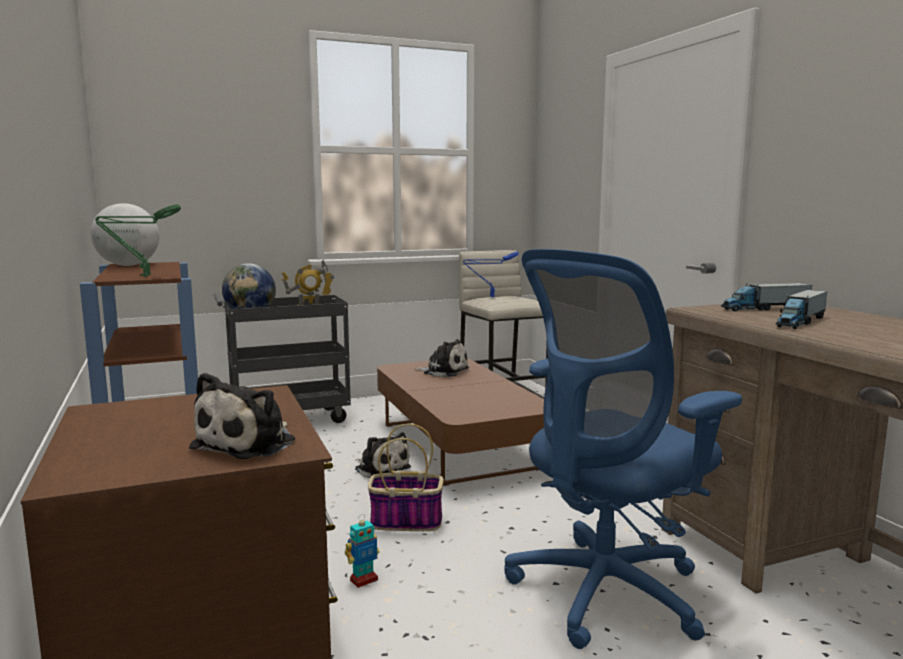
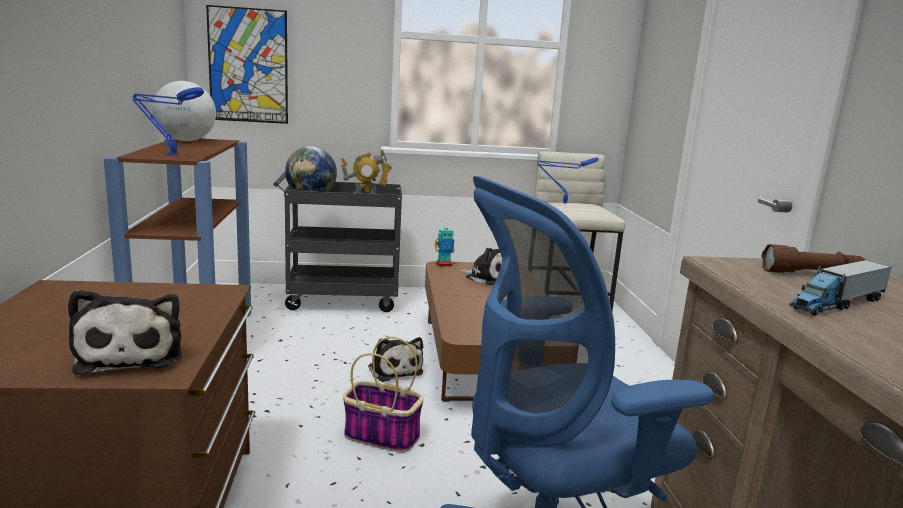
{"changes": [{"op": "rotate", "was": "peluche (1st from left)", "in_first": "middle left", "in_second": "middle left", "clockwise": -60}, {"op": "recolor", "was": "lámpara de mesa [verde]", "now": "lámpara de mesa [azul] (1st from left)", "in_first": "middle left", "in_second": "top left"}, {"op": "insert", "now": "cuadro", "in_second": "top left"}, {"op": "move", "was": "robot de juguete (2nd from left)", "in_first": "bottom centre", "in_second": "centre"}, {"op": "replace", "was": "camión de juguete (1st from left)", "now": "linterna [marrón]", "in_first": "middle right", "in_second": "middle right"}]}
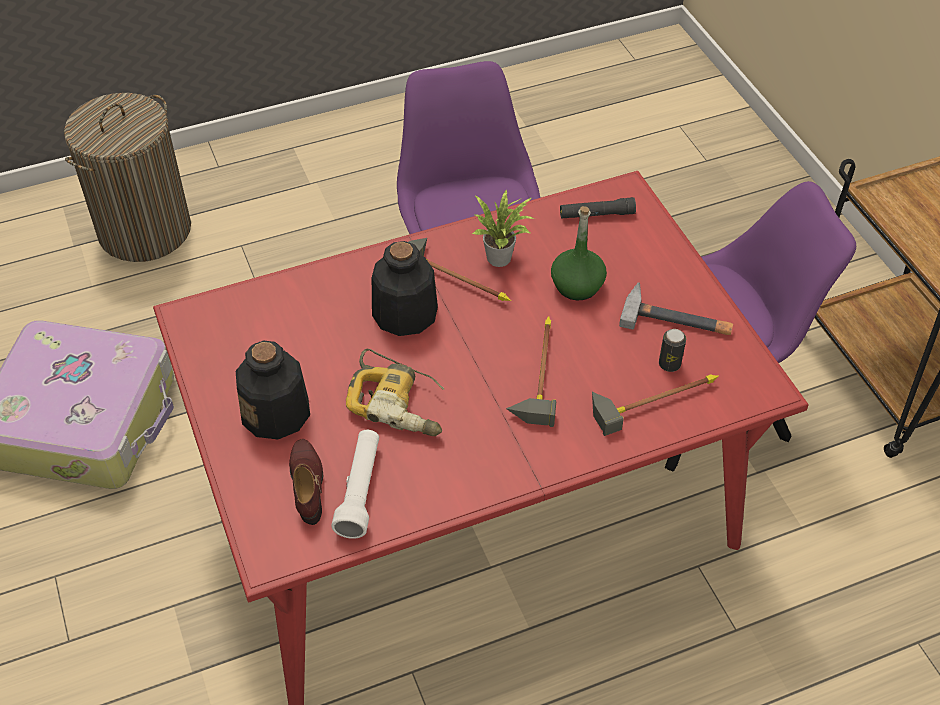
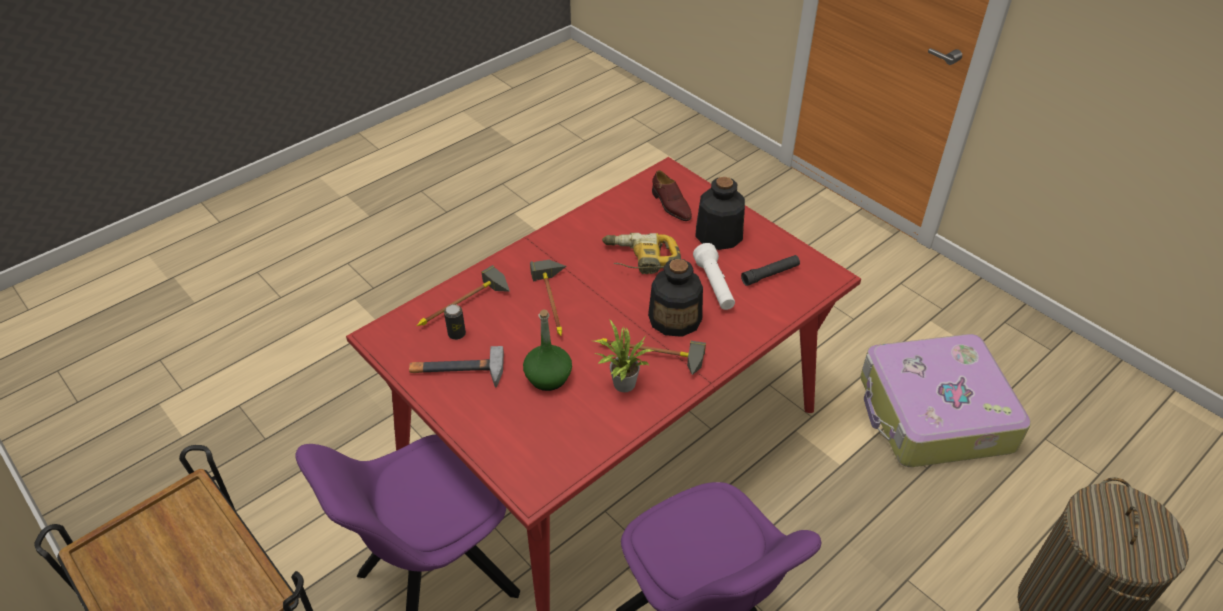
{"changes": [{"op": "move", "was": "linterna [blanco]", "in_first": "bottom centre", "in_second": "centre"}, {"op": "move", "was": "linterna [negro]", "in_first": "top centre", "in_second": "centre"}]}
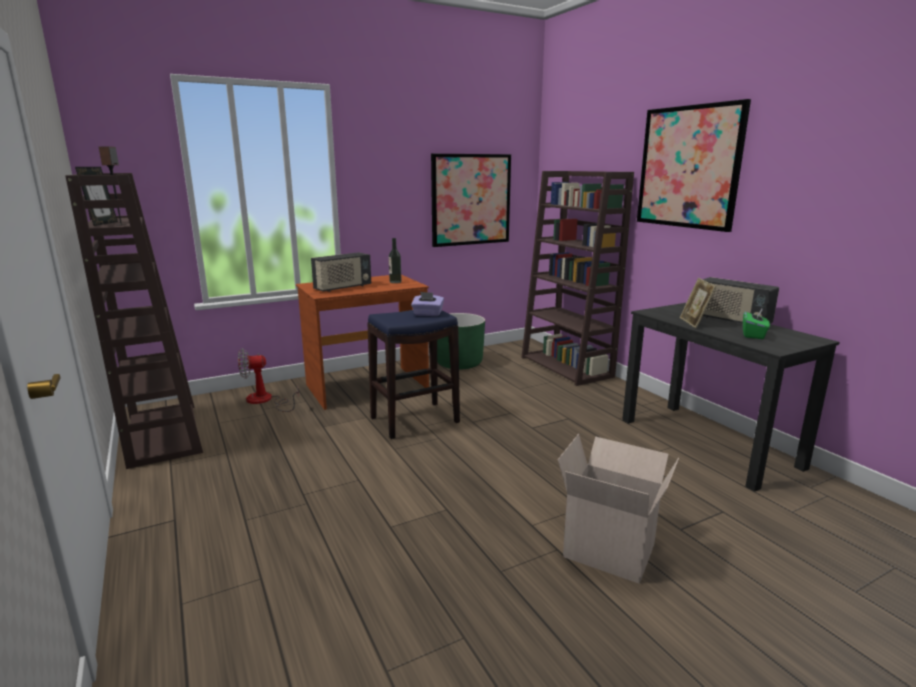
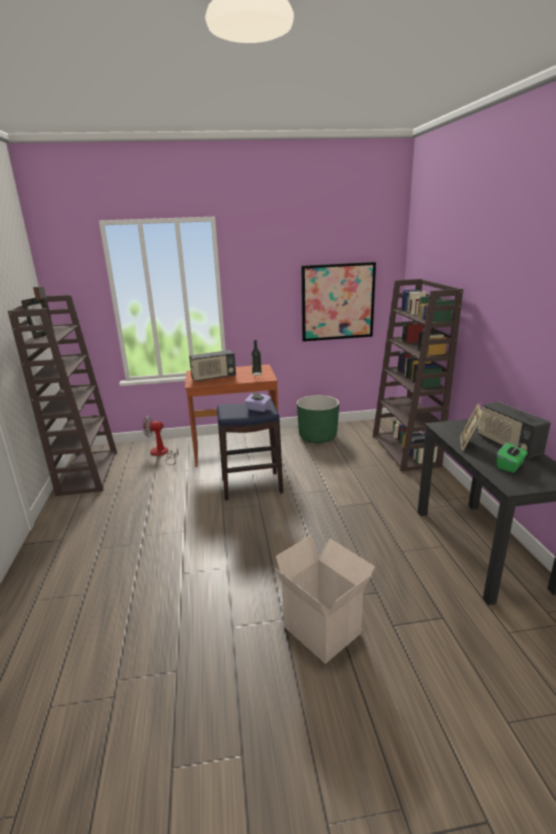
{"changes": [{"op": "delete", "was": "cuadro (2nd from left)", "in_first": "top right"}]}
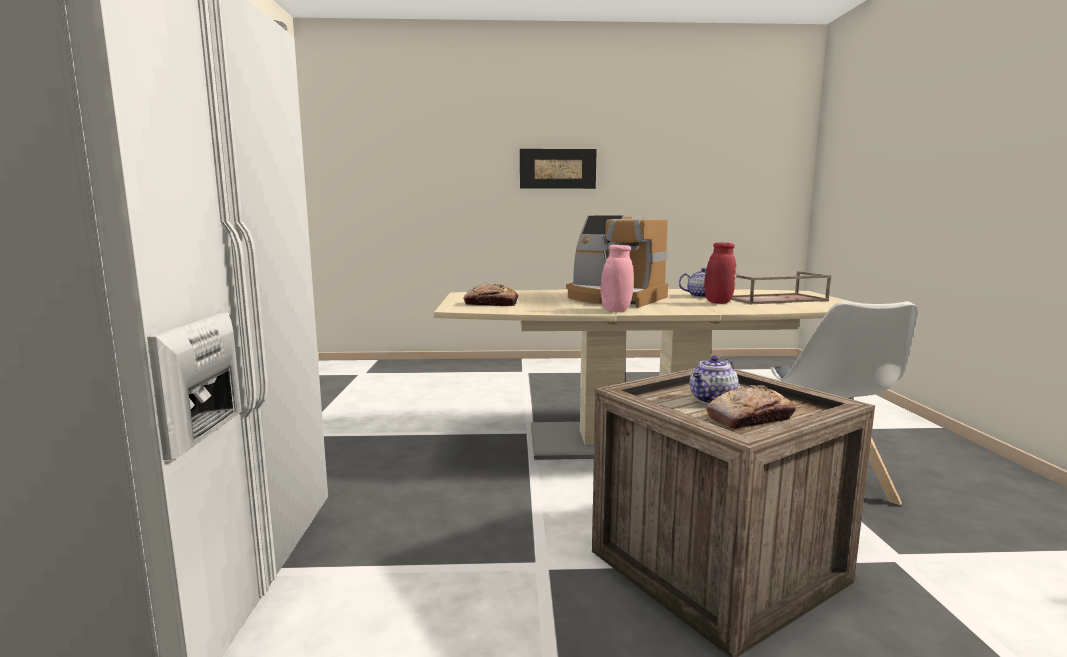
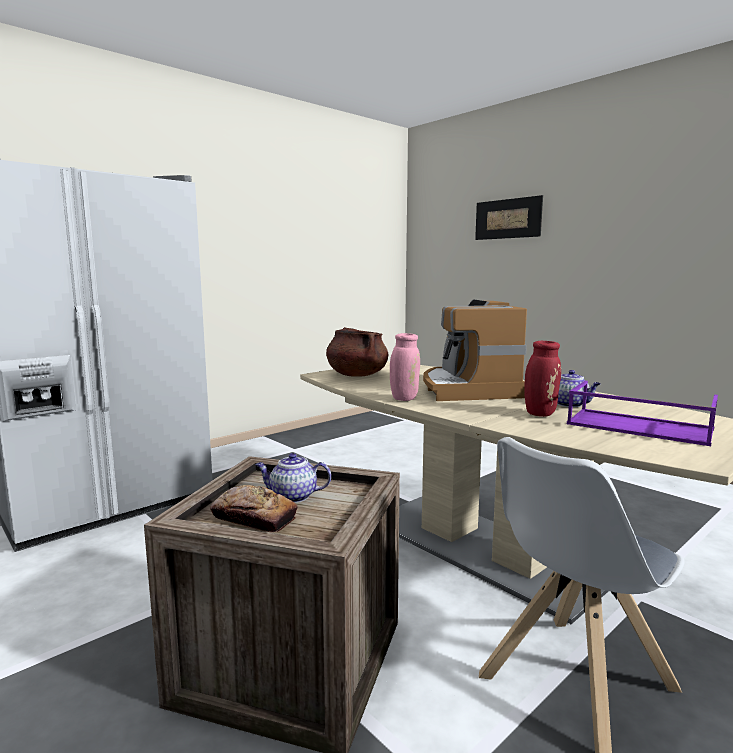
{"changes": [{"op": "replace", "was": "pan (1st from left)", "now": "olla [marrón]", "in_first": "centre", "in_second": "centre"}, {"op": "move", "was": "cuadro", "in_first": "top centre", "in_second": "top right"}, {"op": "recolor", "was": "bandeja [marrón]", "now": "bandeja [morado]", "in_first": "middle right", "in_second": "middle right"}]}
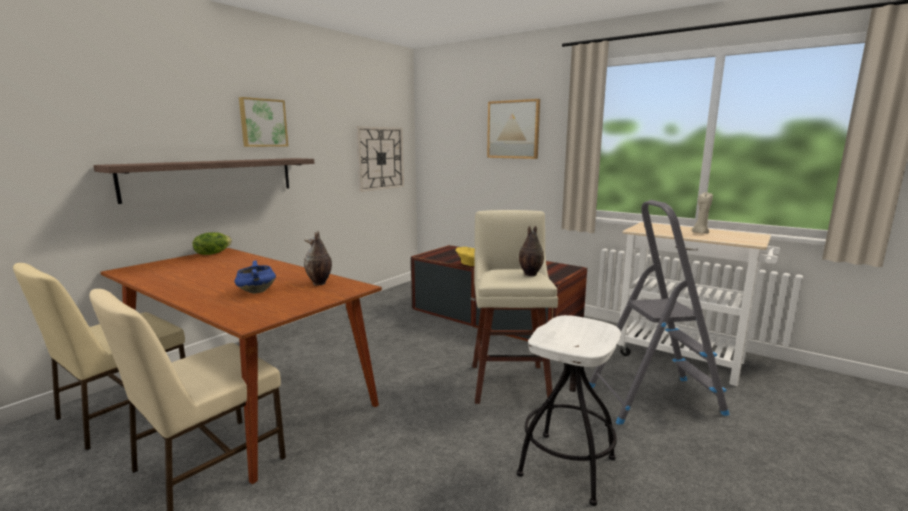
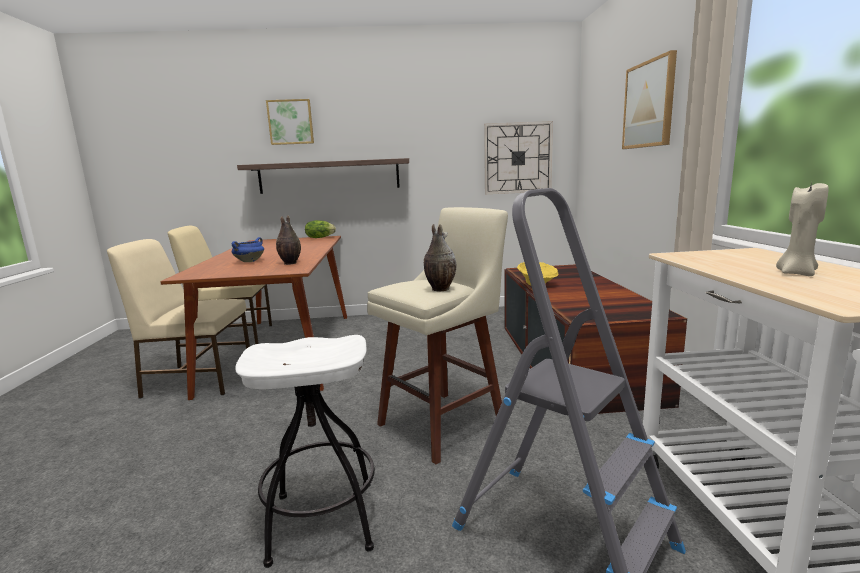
{"changes": [{"op": "move", "was": "cuadro (1st from left)", "in_first": "top left", "in_second": "top centre"}]}
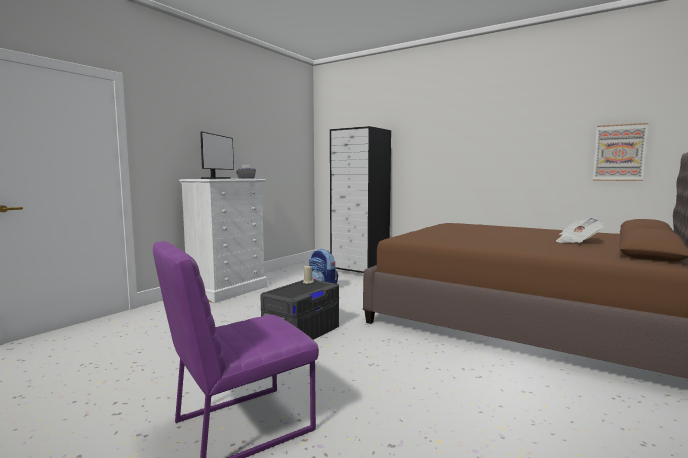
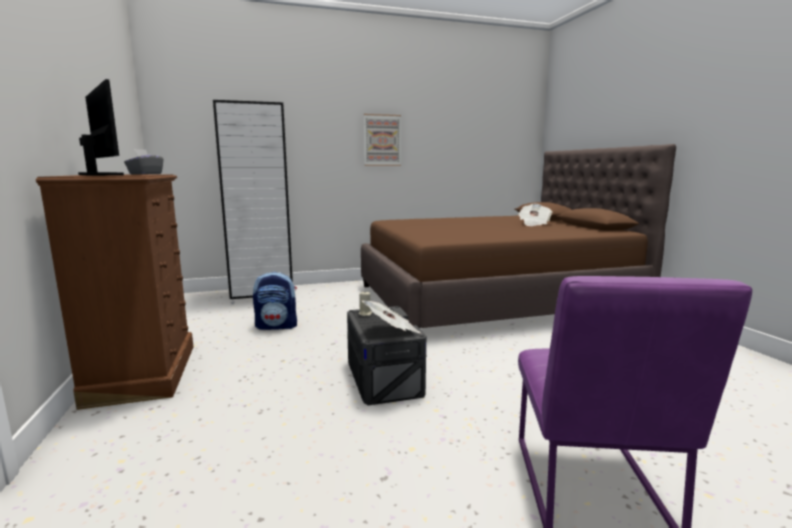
{"changes": [{"op": "recolor", "was": "cómoda [blanco]", "now": "cómoda [marrón]", "in_first": "middle left", "in_second": "middle left"}, {"op": "insert", "now": "periódico (1st from left)", "in_second": "centre"}, {"op": "move", "was": "cuadro", "in_first": "top right", "in_second": "top centre"}]}
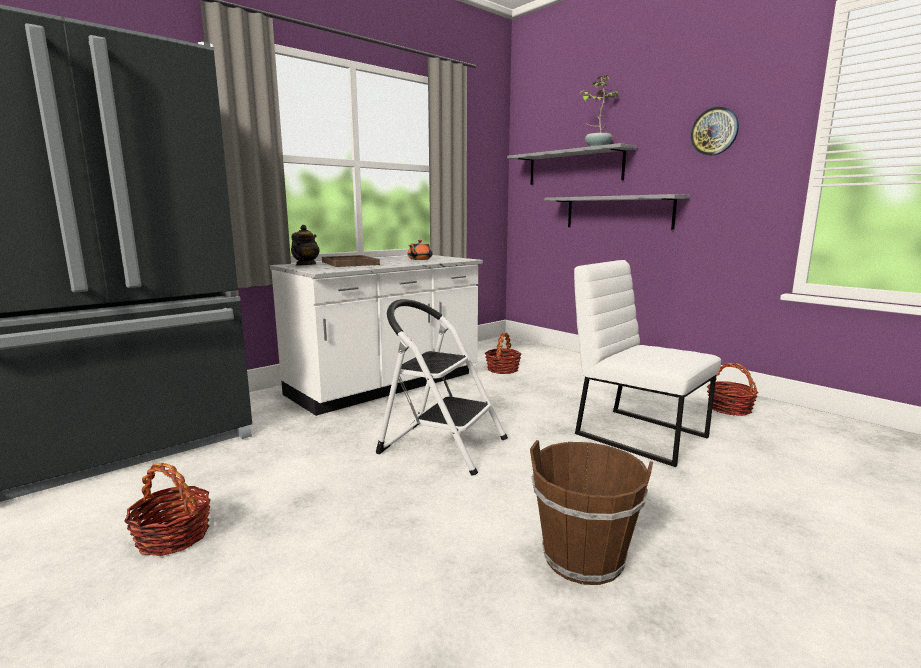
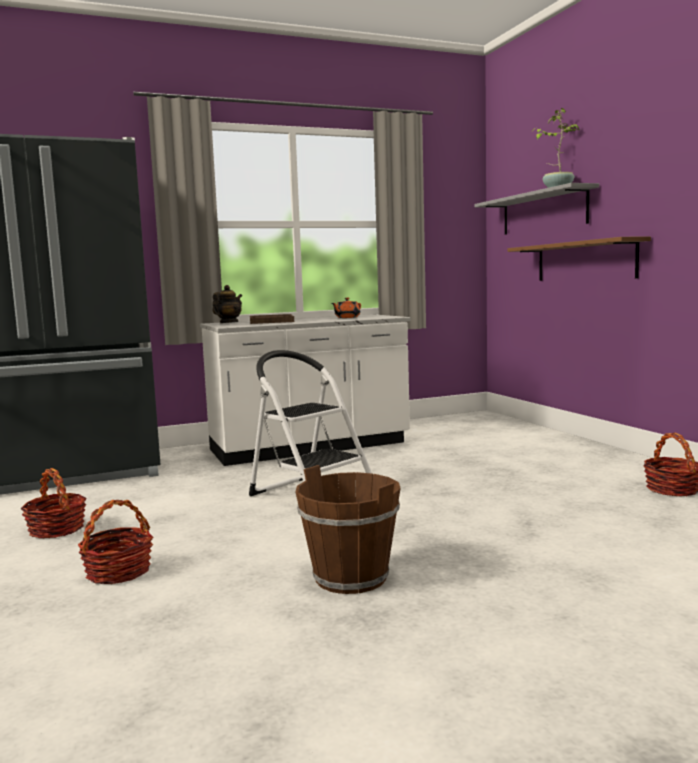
{"changes": [{"op": "move", "was": "cesta (2nd from left)", "in_first": "centre", "in_second": "bottom left"}, {"op": "recolor", "was": "estante [gris] (2nd from left)", "now": "estante [marrón]", "in_first": "top right", "in_second": "middle right"}, {"op": "delete", "was": "silla [blanco]", "in_first": "middle right"}, {"op": "delete", "was": "reloj de pared", "in_first": "top right"}]}
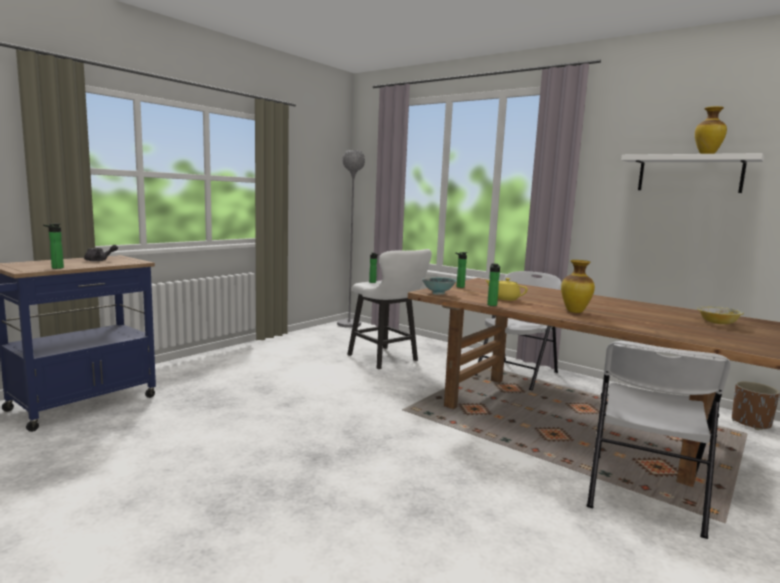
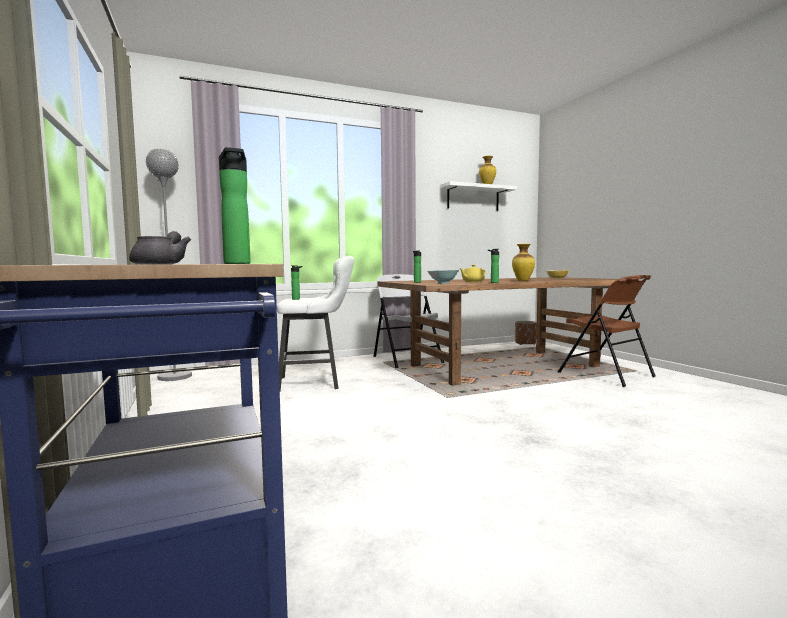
{"changes": [{"op": "recolor", "was": "silla [blanco] (2nd from left)", "now": "silla [marrón]", "in_first": "bottom right", "in_second": "middle right"}]}
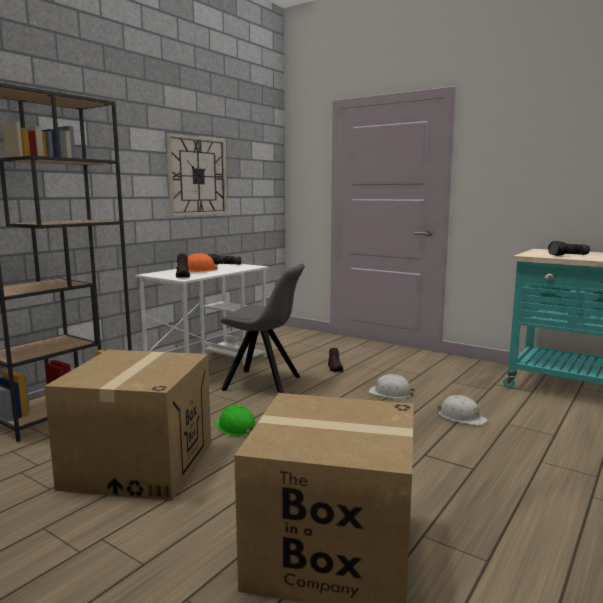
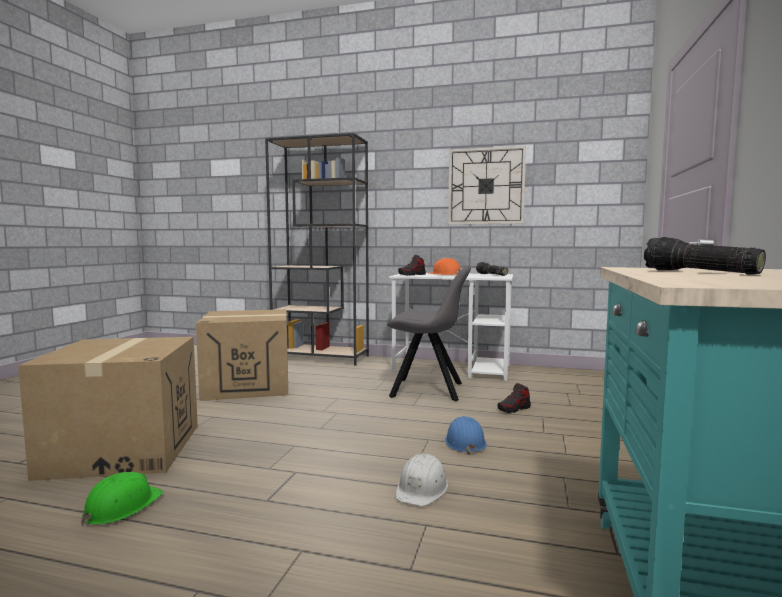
{"changes": [{"op": "move", "was": "casco [verde]", "in_first": "bottom centre", "in_second": "bottom left"}, {"op": "rotate", "was": "silla [gris]", "in_first": "centre", "in_second": "centre", "clockwise": -75}, {"op": "recolor", "was": "casco [blanco] (1st from left)", "now": "casco [azul]", "in_first": "centre", "in_second": "bottom centre"}]}
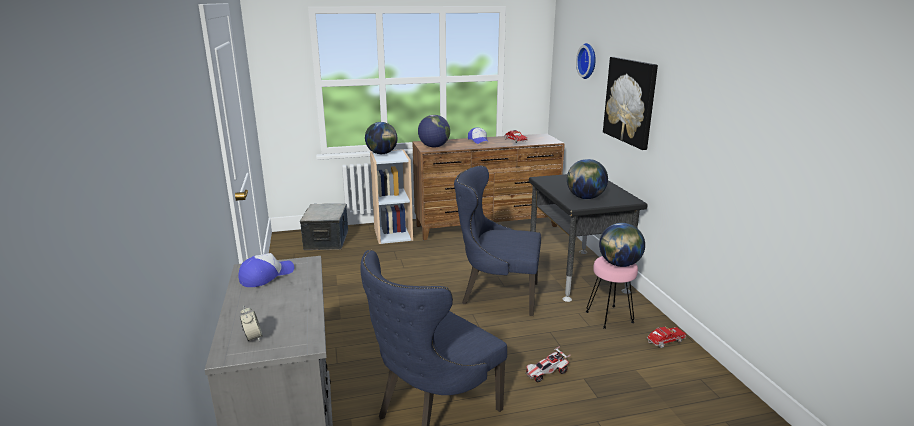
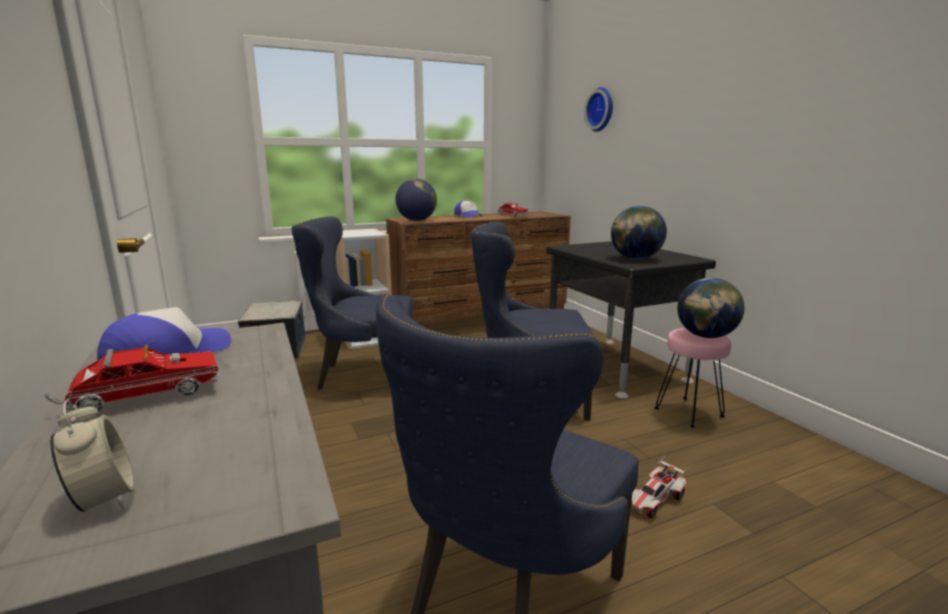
{"changes": [{"op": "move", "was": "camión de juguete (2nd from left in the first image)", "now": "camión de juguete (1st from left)", "in_first": "bottom right", "in_second": "middle left"}, {"op": "insert", "now": "silla [azul] (1st from left)", "in_second": "centre"}, {"op": "delete", "was": "globo terráqueo (1st from left)", "in_first": "top centre"}, {"op": "delete", "was": "cuadro", "in_first": "top right"}]}
